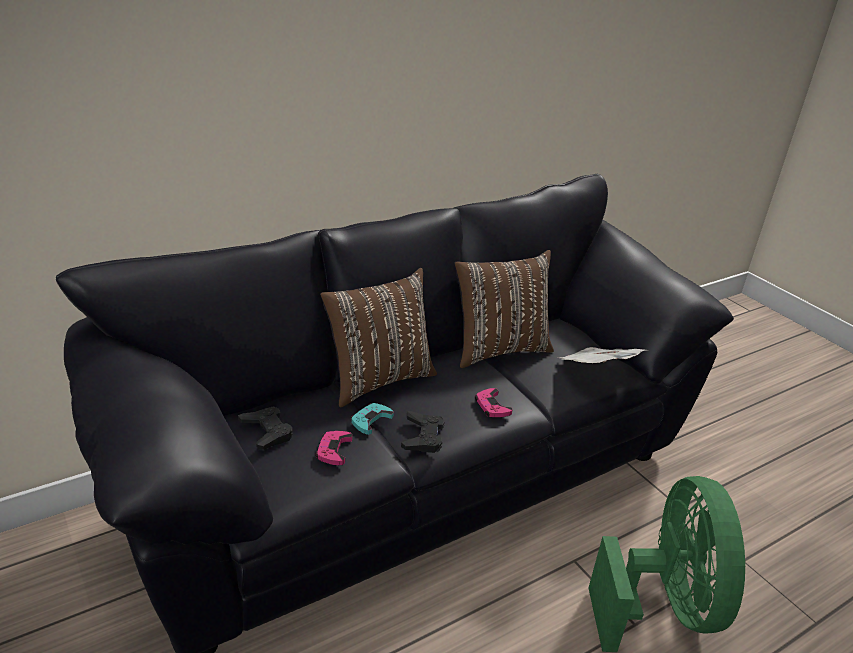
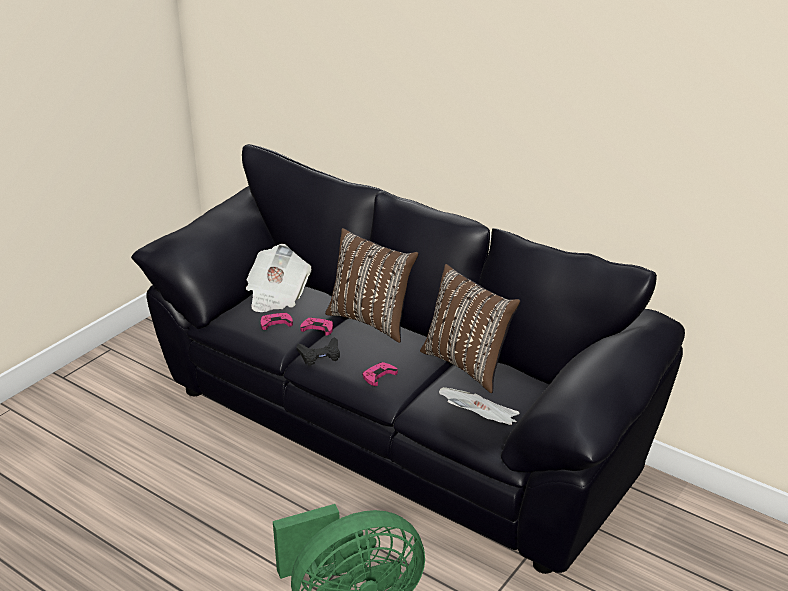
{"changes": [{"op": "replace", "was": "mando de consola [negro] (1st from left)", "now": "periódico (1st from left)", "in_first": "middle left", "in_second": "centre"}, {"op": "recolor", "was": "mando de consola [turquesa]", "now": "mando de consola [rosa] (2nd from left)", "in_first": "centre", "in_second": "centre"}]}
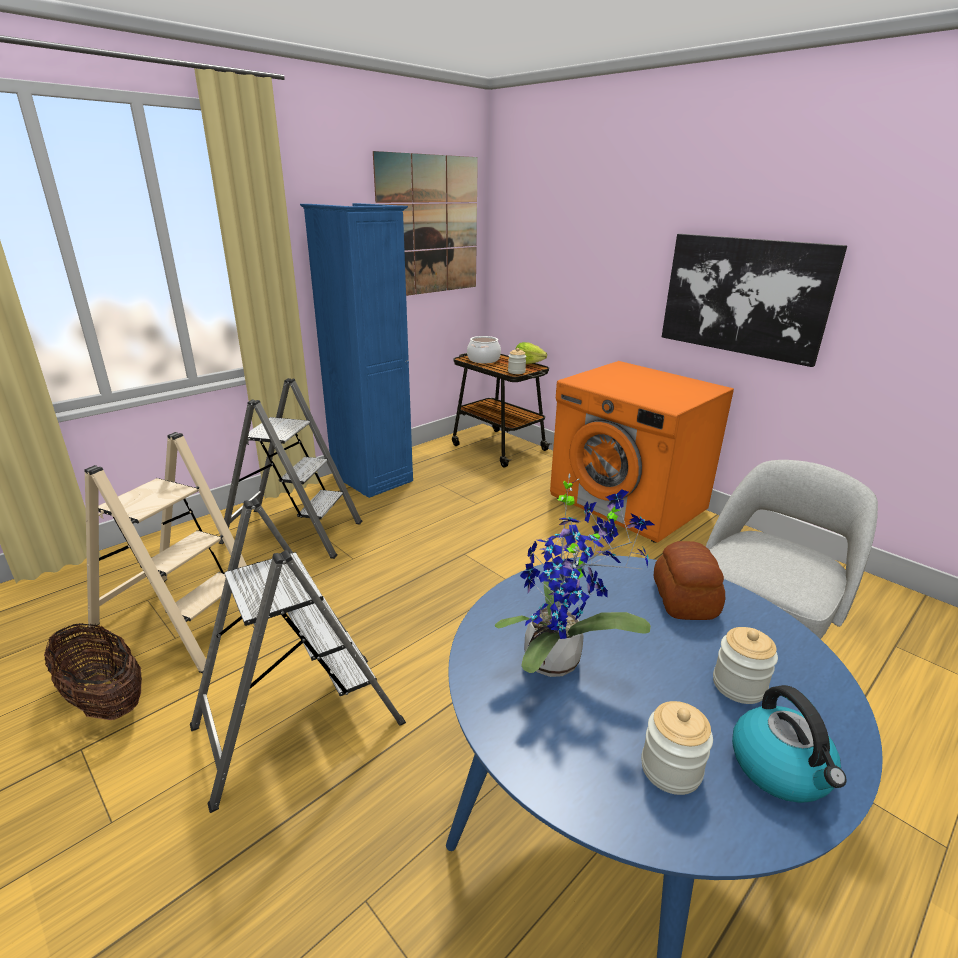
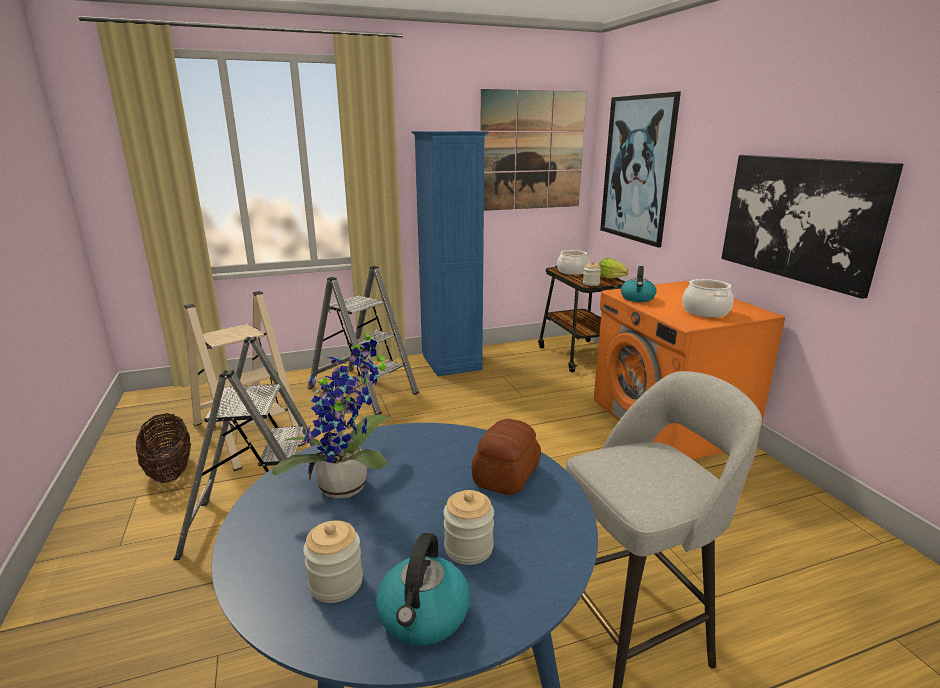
{"changes": [{"op": "insert", "now": "cuadro (2nd from left)", "in_second": "top right"}, {"op": "insert", "now": "hervidor (2nd from left)", "in_second": "middle right"}, {"op": "insert", "now": "olla (2nd from left)", "in_second": "middle right"}]}
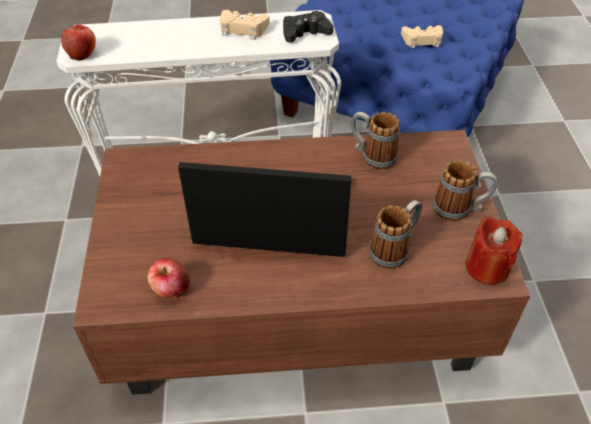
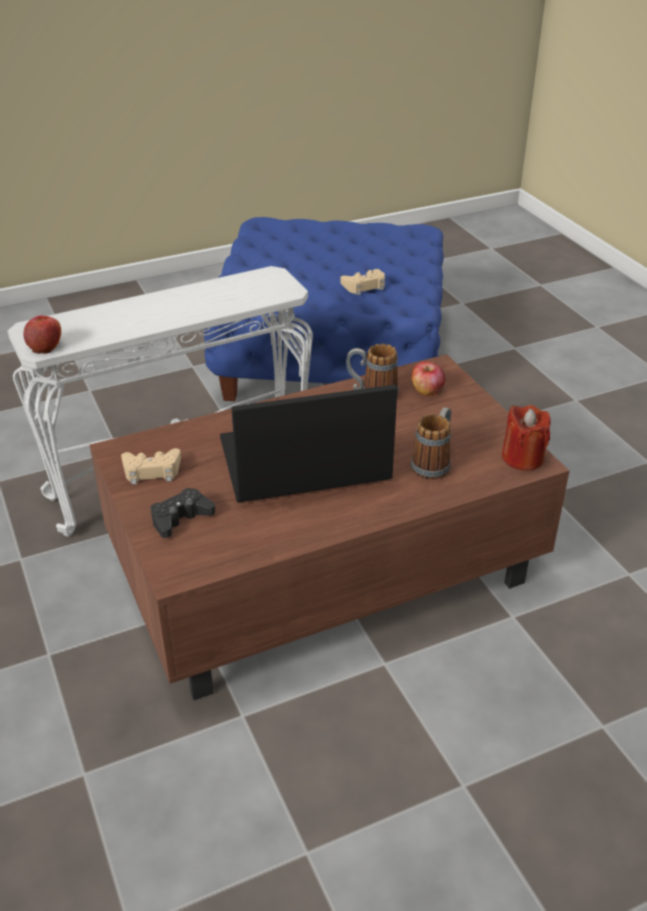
{"changes": [{"op": "move", "was": "mando de consola [beis] (1st from left)", "in_first": "top centre", "in_second": "middle left"}, {"op": "move", "was": "mando de consola [negro]", "in_first": "top centre", "in_second": "middle left"}, {"op": "move", "was": "manzana (2nd from left)", "in_first": "middle left", "in_second": "centre"}, {"op": "delete", "was": "taza grande (3rd from left)", "in_first": "middle right"}]}
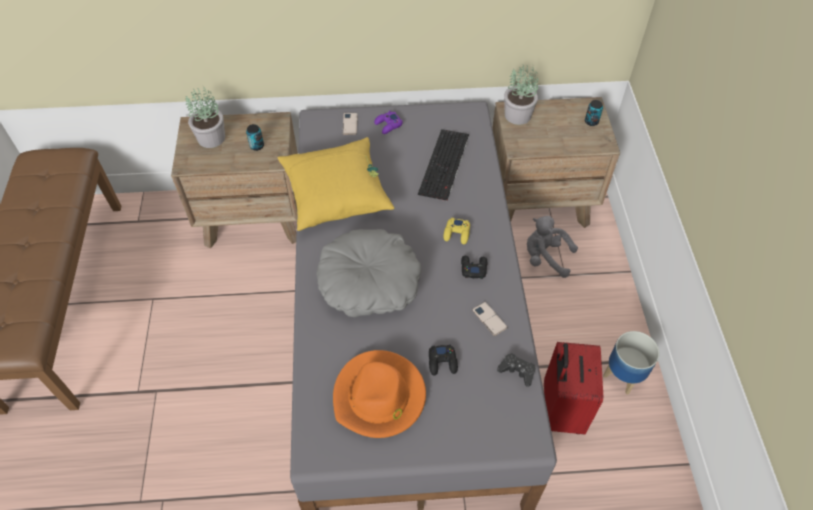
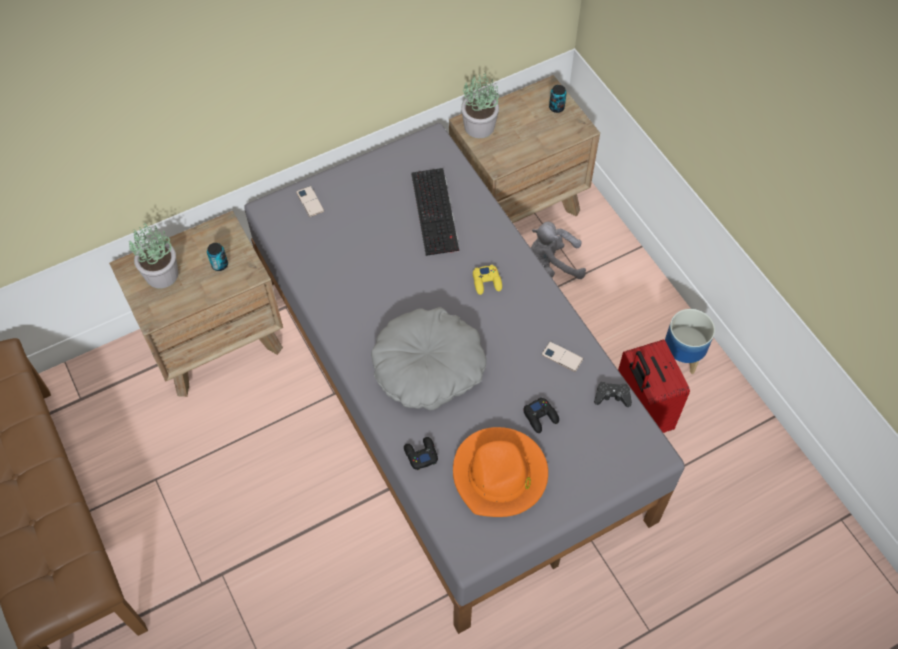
{"changes": [{"op": "move", "was": "mando de consola [negro] (2nd from left in the first image)", "now": "mando de consola [negro] (1st from left)", "in_first": "centre", "in_second": "bottom centre"}, {"op": "delete", "was": "cojín [amarillo]", "in_first": "centre"}, {"op": "delete", "was": "mando de consola [morado]", "in_first": "top centre"}]}
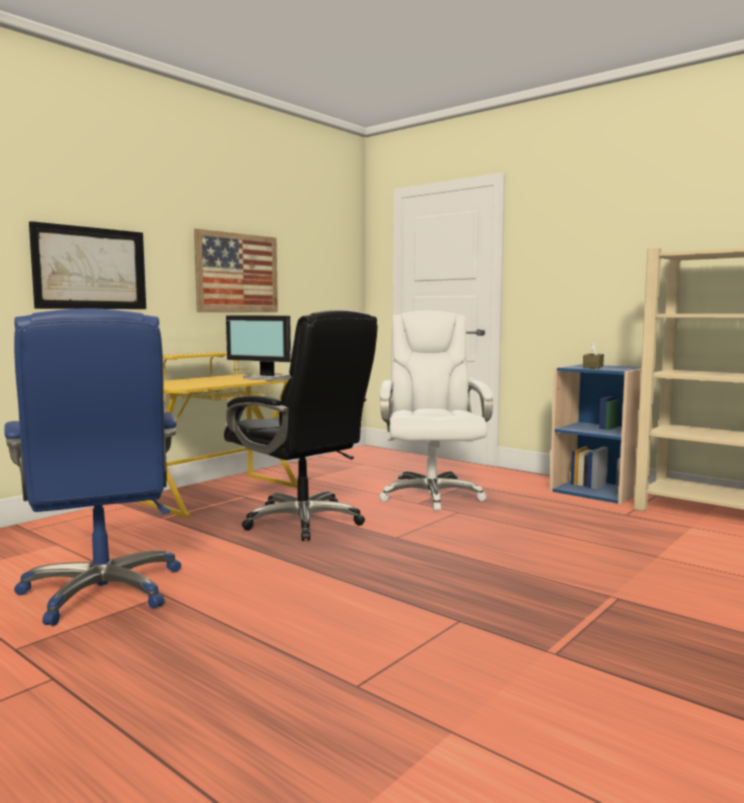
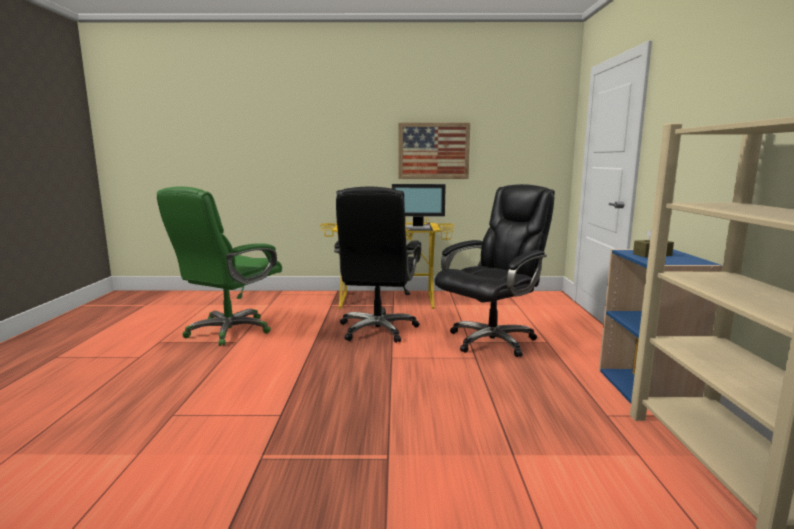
{"changes": [{"op": "recolor", "was": "silla de oficina [azul]", "now": "silla de oficina [verde]", "in_first": "middle left", "in_second": "middle left"}, {"op": "rotate", "was": "monitor", "in_first": "centre", "in_second": "centre", "clockwise": -75}, {"op": "recolor", "was": "silla de oficina [blanco]", "now": "silla de oficina [negro] (2nd from left)", "in_first": "centre", "in_second": "centre"}, {"op": "delete", "was": "cuadro (1st from left)", "in_first": "top left"}]}
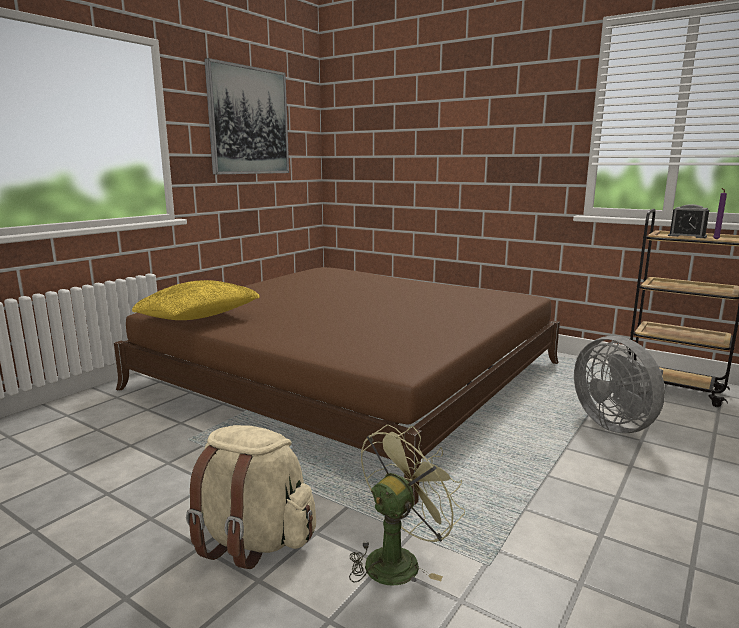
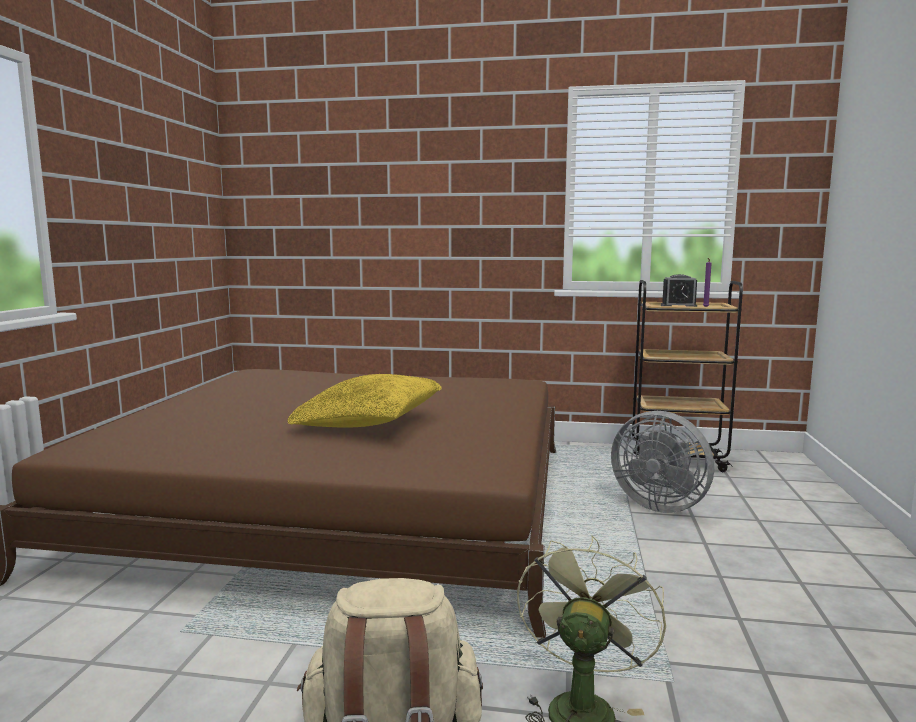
{"changes": [{"op": "move", "was": "cojín [amarillo]", "in_first": "middle left", "in_second": "centre"}, {"op": "delete", "was": "cuadro", "in_first": "top left"}]}
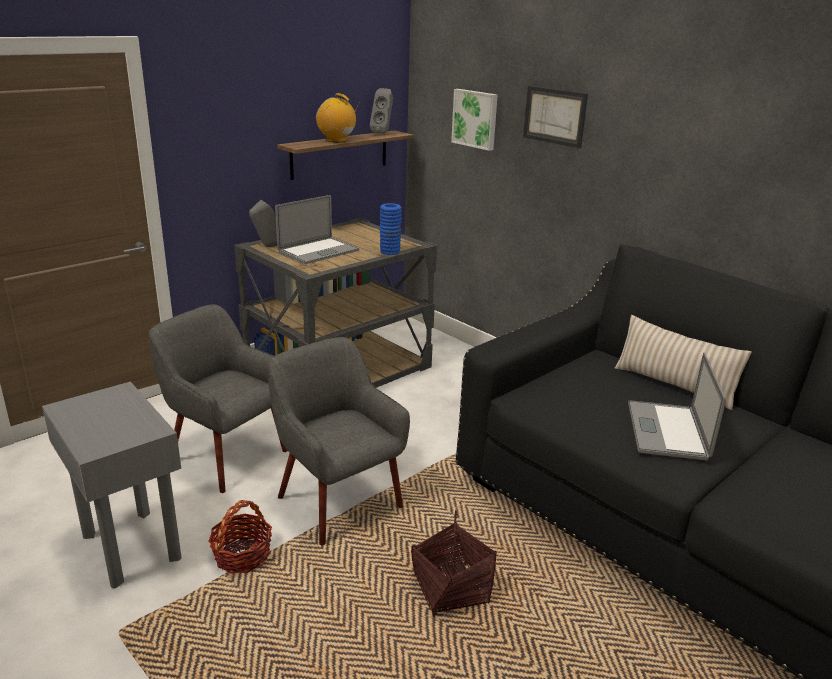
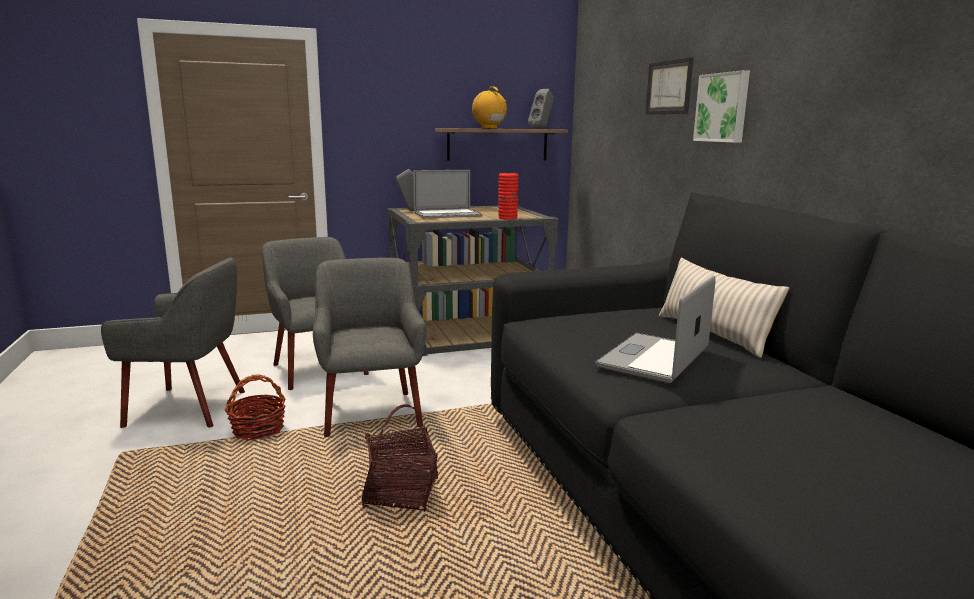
{"changes": [{"op": "replace", "was": "mesa auxiliar [gris]", "now": "sillón [gris] (1st from left)", "in_first": "bottom left", "in_second": "middle left"}, {"op": "recolor", "was": "florero [azul]", "now": "florero [rojo]", "in_first": "centre", "in_second": "top centre"}, {"op": "move", "was": "cuadro (1st from left in the first image)", "now": "cuadro (2nd from left)", "in_first": "top centre", "in_second": "top right"}]}
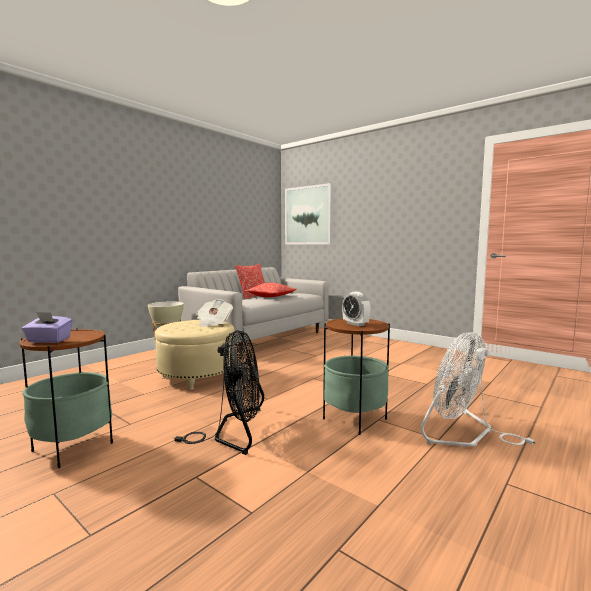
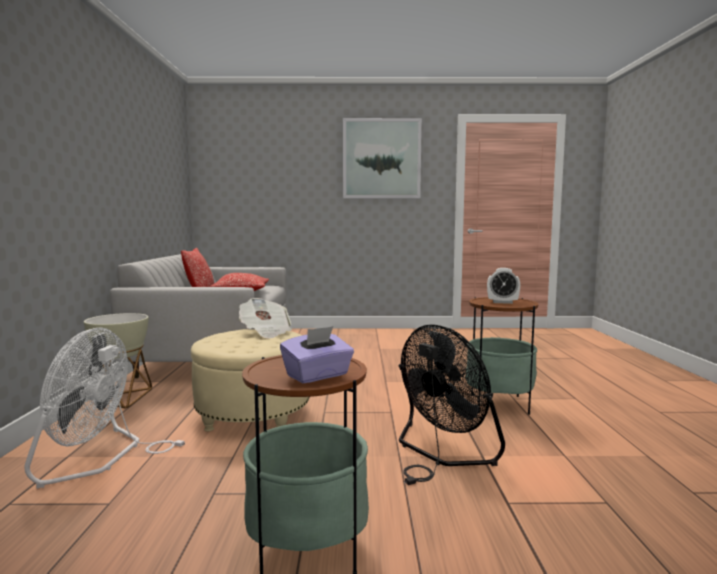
{"changes": [{"op": "move", "was": "ventilador [blanco]", "in_first": "middle right", "in_second": "bottom left"}, {"op": "move", "was": "cuadro", "in_first": "centre", "in_second": "top centre"}]}
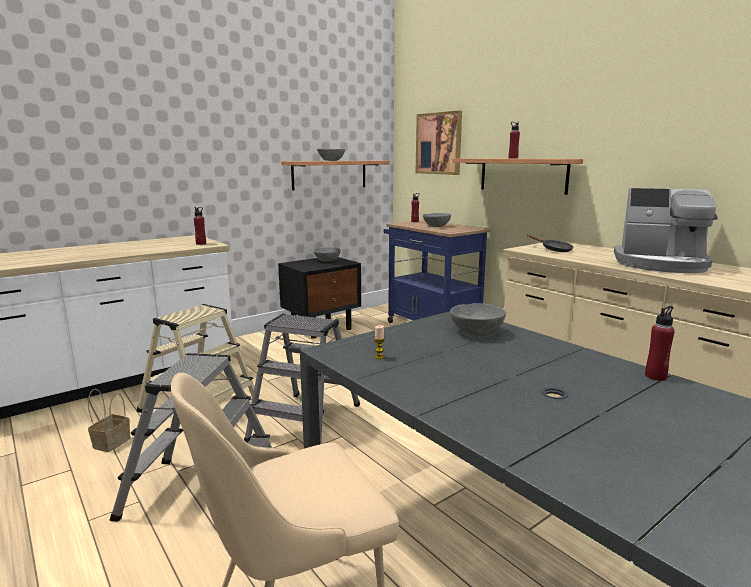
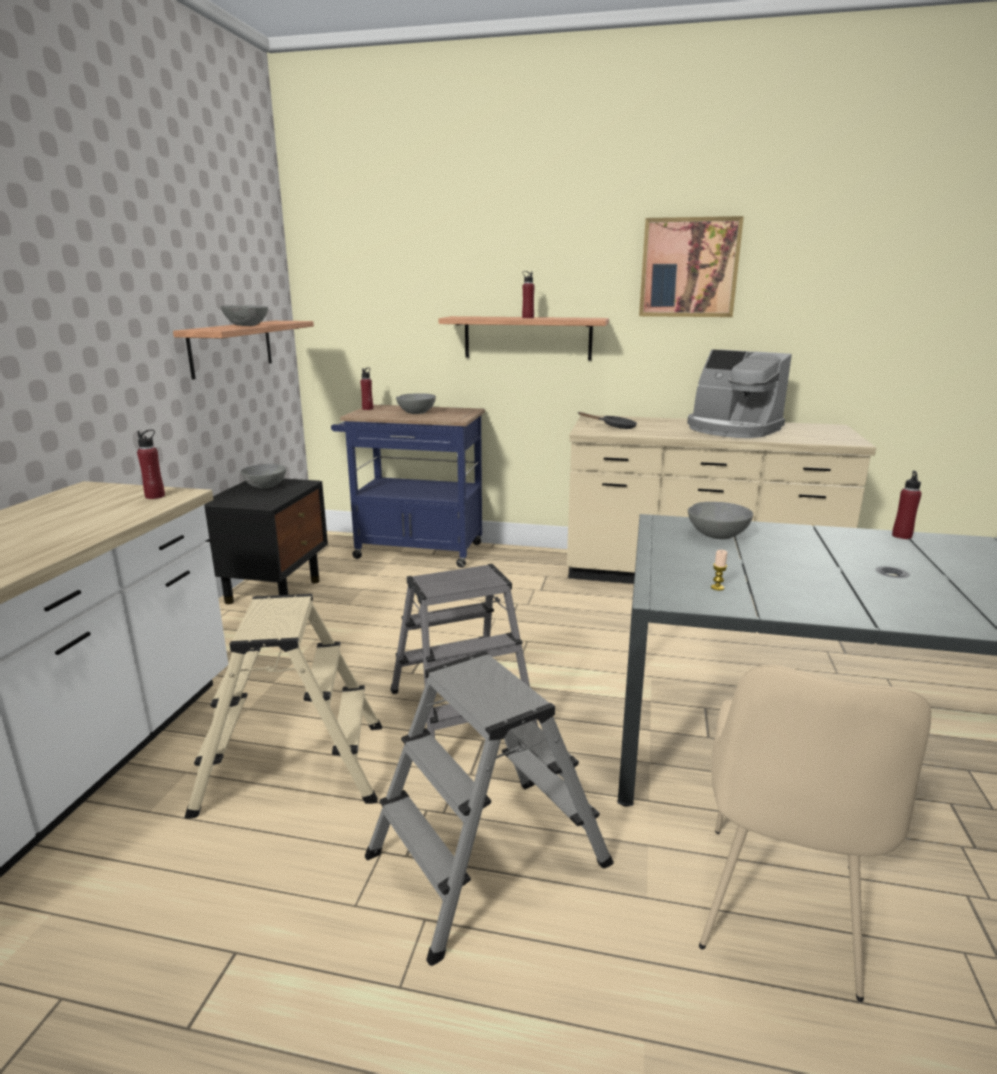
{"changes": [{"op": "move", "was": "cuadro", "in_first": "top centre", "in_second": "top right"}, {"op": "rotate", "was": "cafetera", "in_first": "middle right", "in_second": "middle right", "clockwise": 60}, {"op": "delete", "was": "cesta", "in_first": "bottom left"}]}
